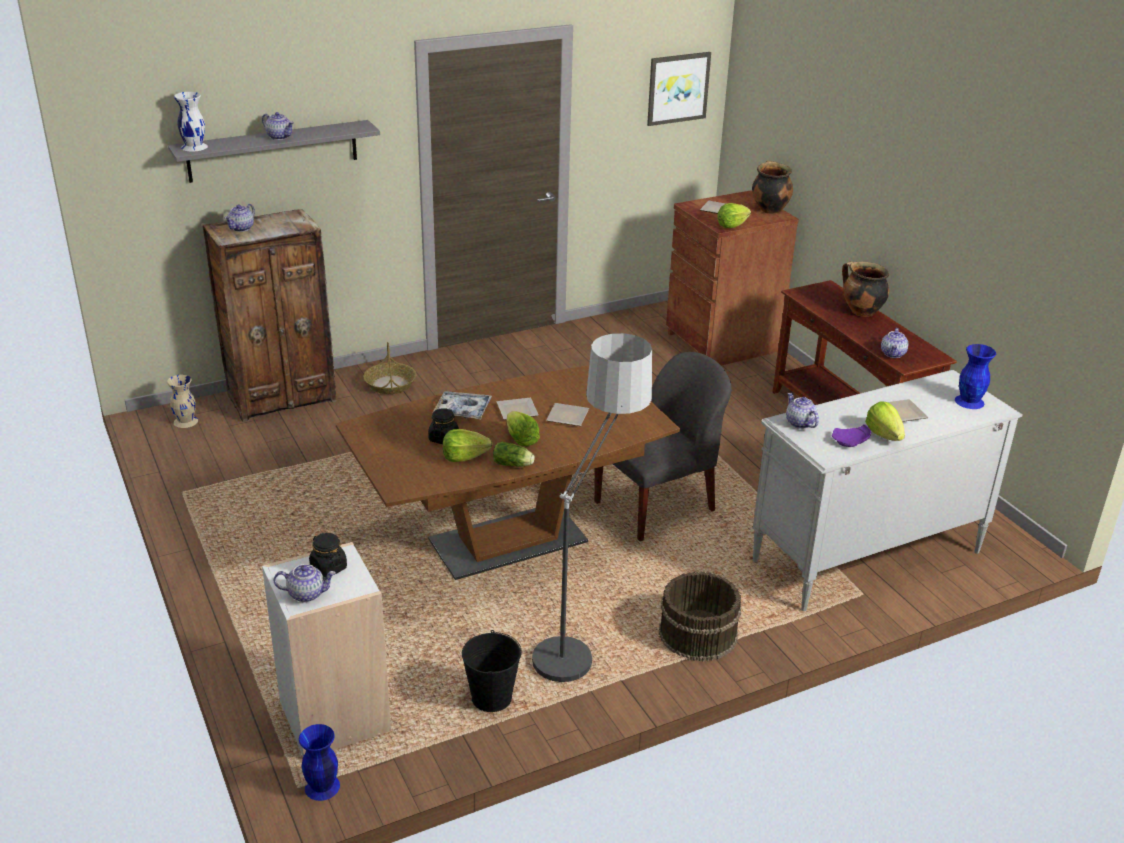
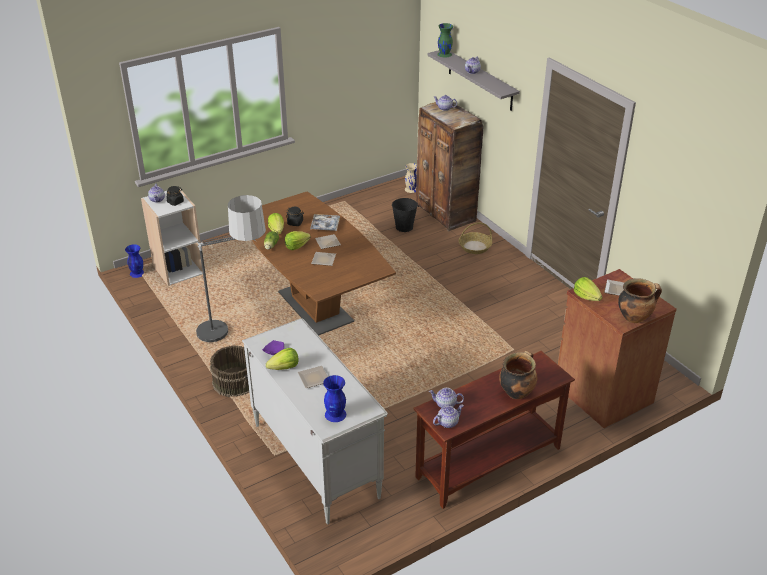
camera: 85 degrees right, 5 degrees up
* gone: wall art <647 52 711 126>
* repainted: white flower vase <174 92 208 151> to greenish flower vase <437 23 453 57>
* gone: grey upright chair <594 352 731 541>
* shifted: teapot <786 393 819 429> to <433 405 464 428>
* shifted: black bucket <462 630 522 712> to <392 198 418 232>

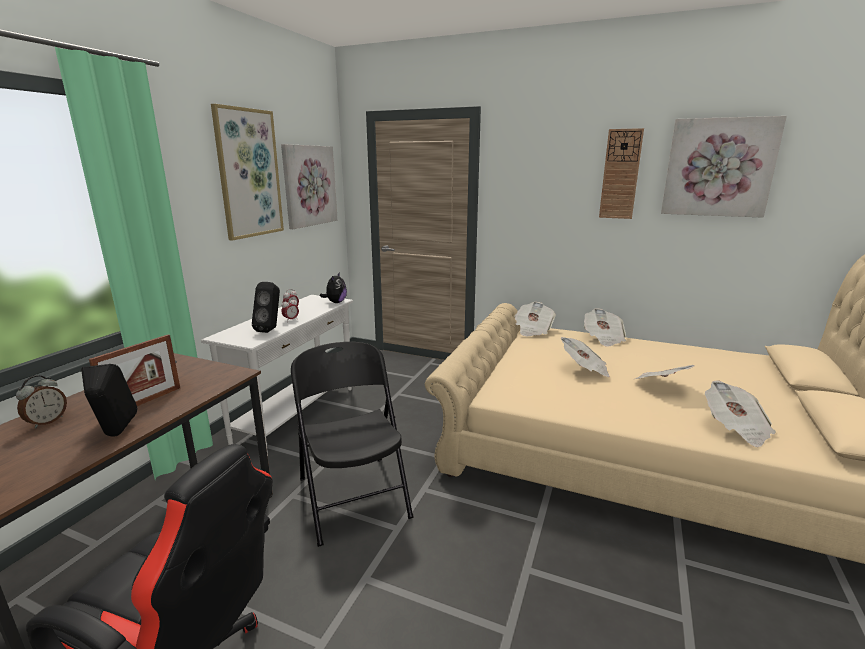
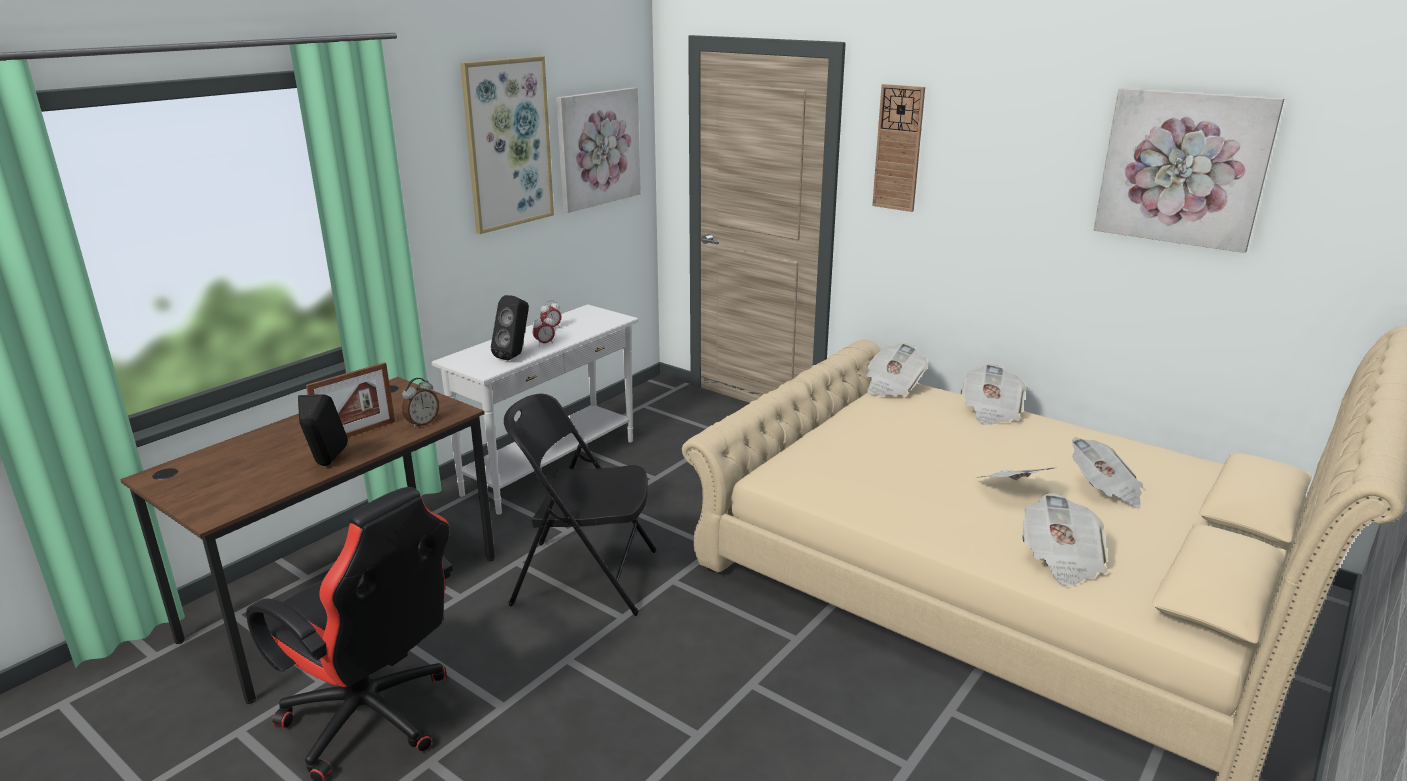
camera: 15 degrees right, 5 degrees up
* shifted: wall clock <599 128 644 219> to <872 84 925 212>
* gone: plush toy <320 272 347 303>
* shifted: printed paper <561 337 610 377> to <1072 437 1143 508>
* rotated: black upright chair <291 342 414 547> = <504 394 656 616> 75 degrees counterclockwise
* shifted: alarm clock <16 375 67 428> to <402 378 439 428>

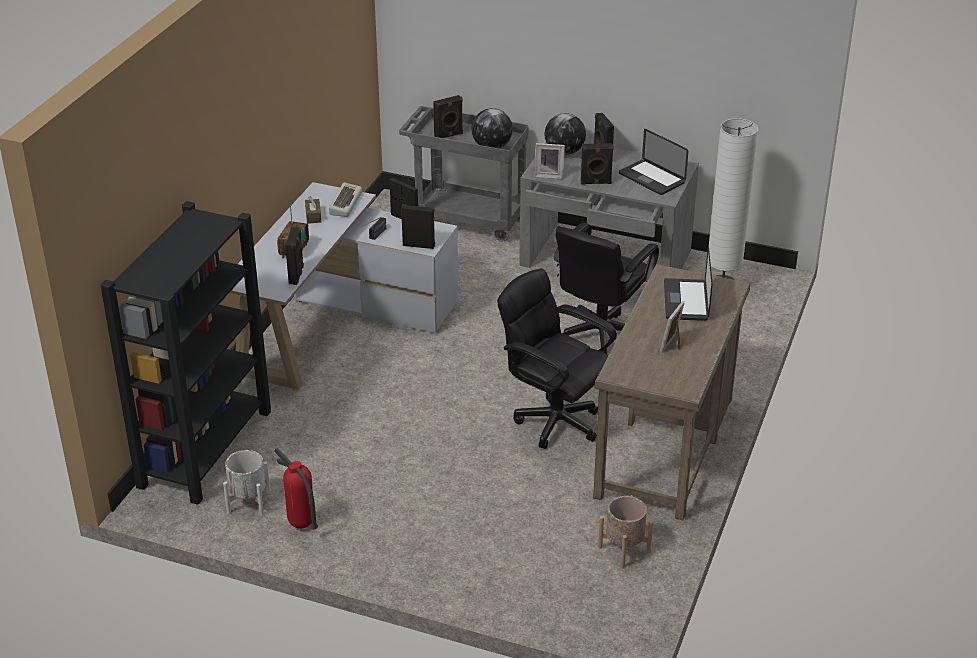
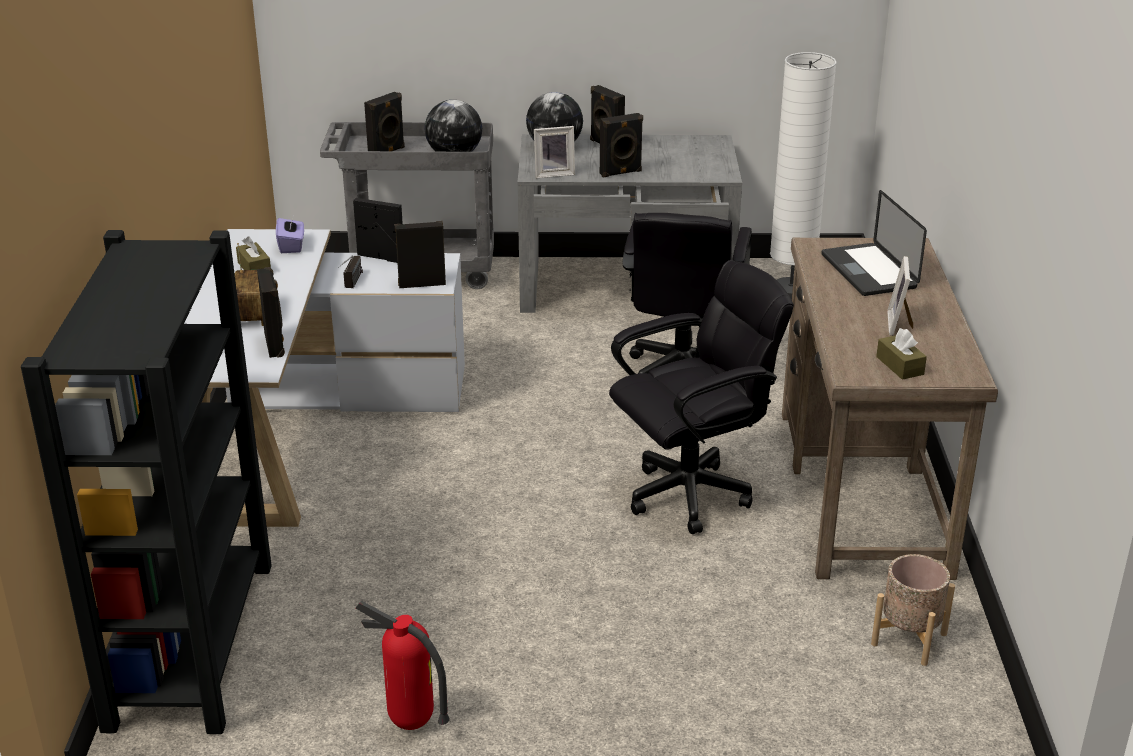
camera: 20 degrees left, 5 degrees down
* gone: laptop <619 129 688 195>
* swapped: computer keyboard <329 182 362 217> to purple box of tissues <276 214 304 253>
* rotated: black office chair <497 268 617 449> = <609 260 794 534> 135 degrees clockwise
* gone: white flower pot <223 450 271 516>
* new: brown box of tissues <876 328 927 380>

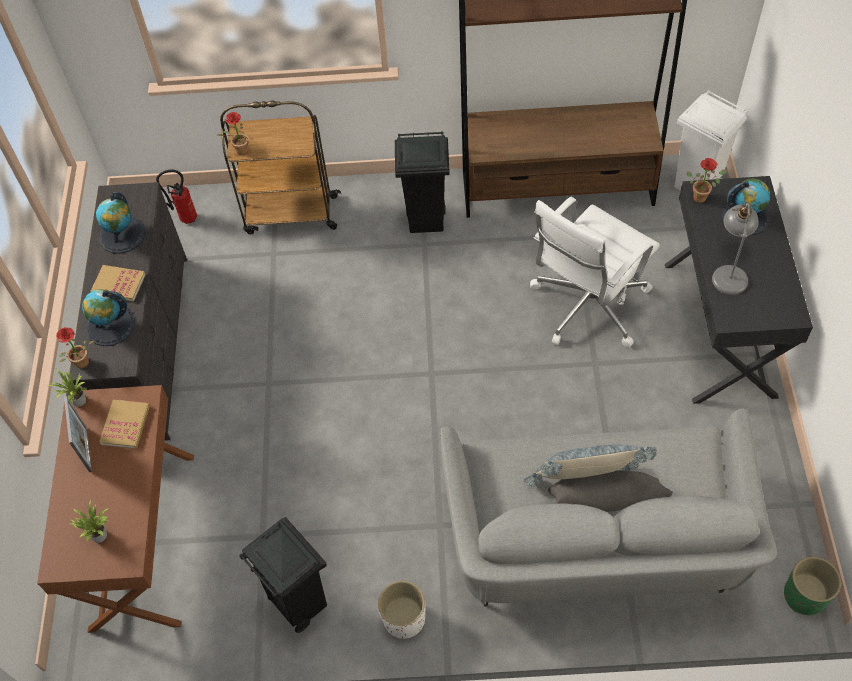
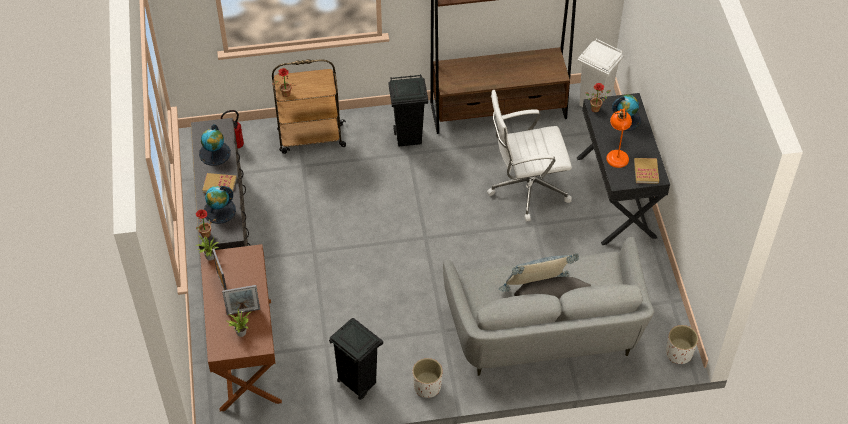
camera: 10 degrees left, 5 degrees down
* rotated: white office chair <530 197 660 348> = <487 90 572 222> 45 degrees clockwise
* repainted: grey table lamp <712 203 759 295> to orange-coloured table lamp <606 109 632 168>
* shifted: book <99 400 150 449> to <634 158 659 184>
* repainted: greenish flower pot <784 557 841 615> to white flower pot <666 325 698 364>
* new: picture frame <222 285 260 315>

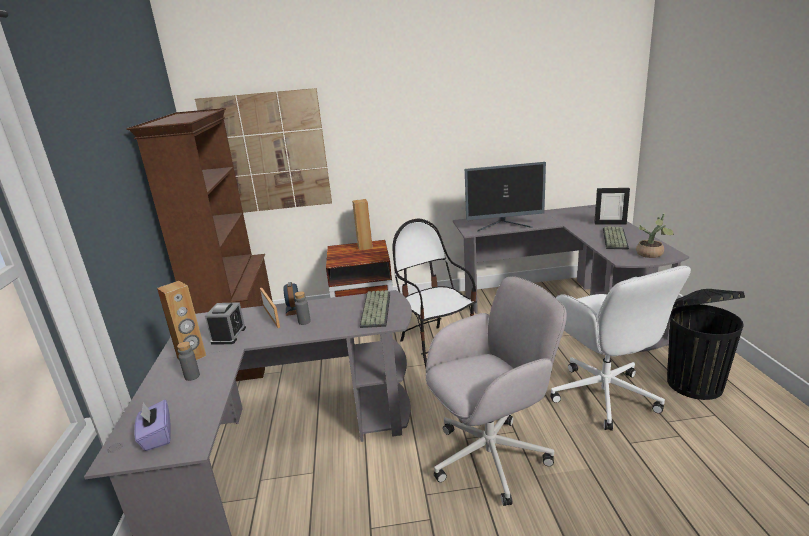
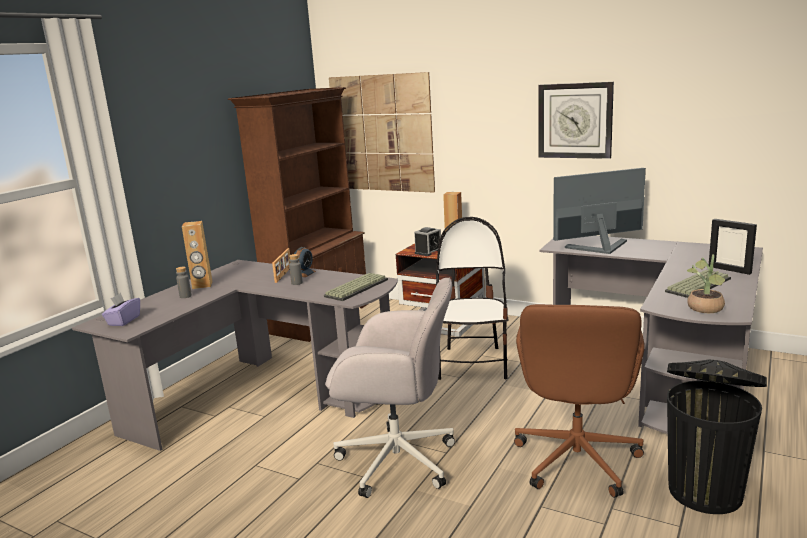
camera: 35 degrees right, 5 degrees down
* rotated: monitor <465 162 546 232> = <553 168 646 254> 135 degrees clockwise
* repainted: white office chair <550 266 691 431> to brown office chair <514 304 645 498>
* shifted: alarm clock <205 302 246 345> to <414 227 441 256>
* new: wall clock <538 82 614 159>

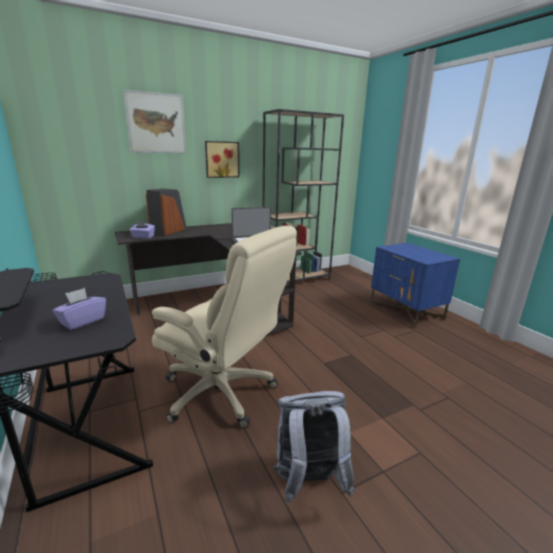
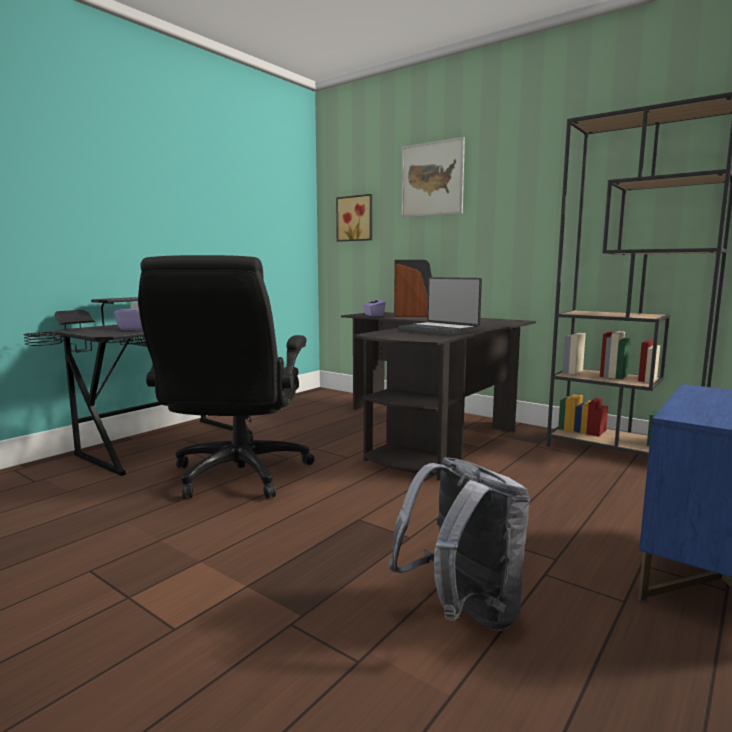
camera: 65 degrees right, 10 degrees down
* shifted: wall art <205 141 239 178> to <336 194 372 242>
* repainted: beige office chair <152 226 297 428> to black office chair <138 255 315 499>
* shifted: grey rucksack <273 391 355 503> to <388 457 530 631>

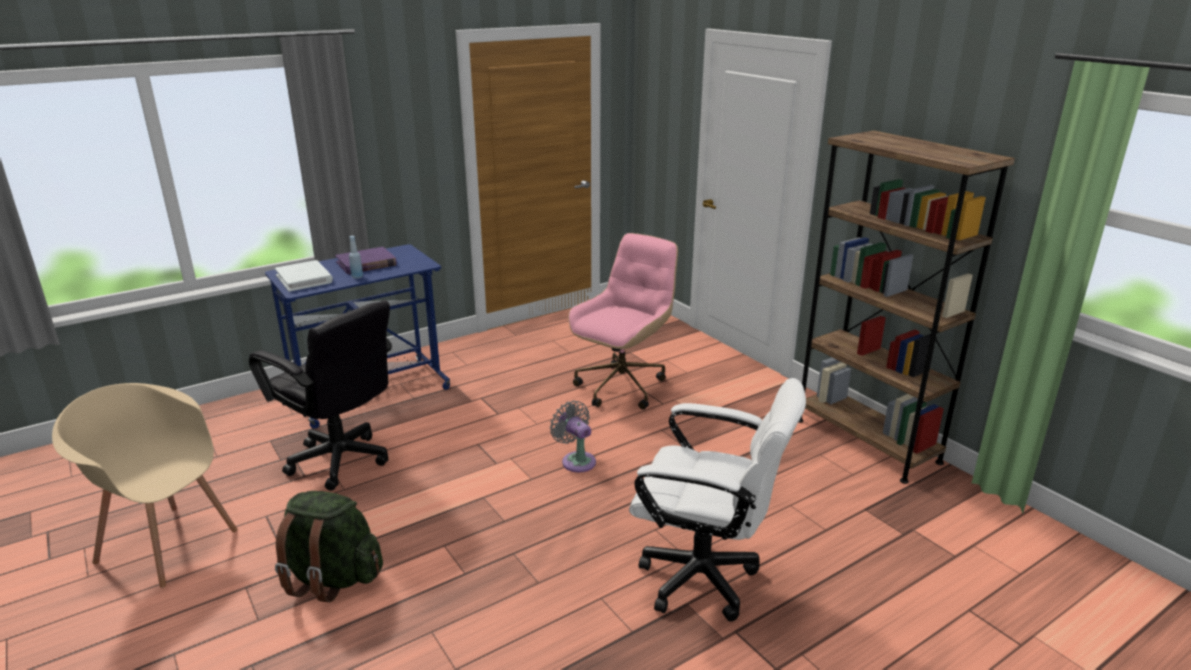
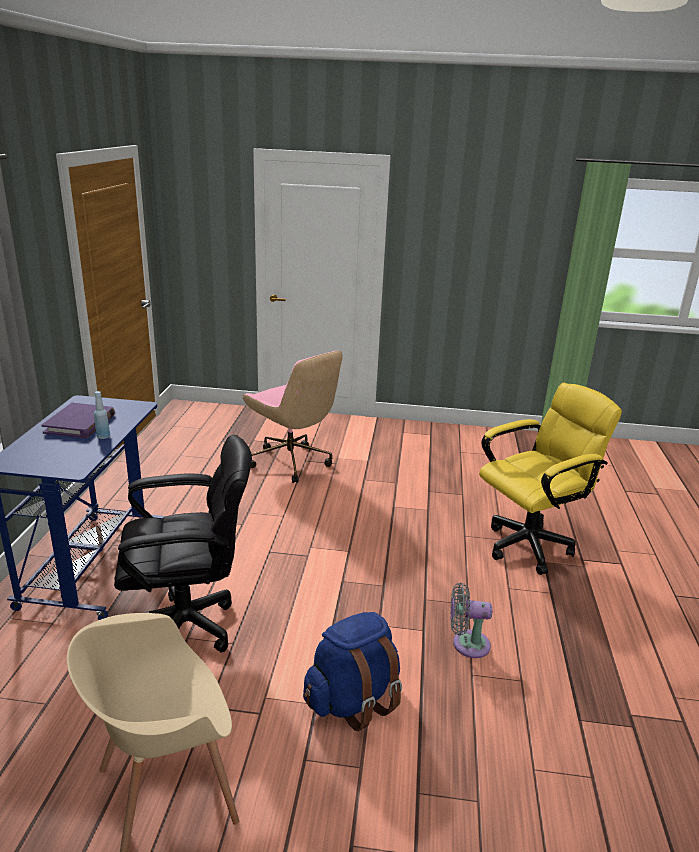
camera: 50 degrees left, 0 degrees up
* gone: brown bookshelf <799 131 1015 484>
* rotated: pink-coloured office chair <568 233 678 409> = <243 351 343 483> 150 degrees clockwise
* gone: white book <275 260 333 292>
* repainted: white office chair <629 378 806 622> to yellow-coloured office chair <479 383 622 575>
* shifted: grey fan <550 401 596 472> to <450 583 492 658>
* repainted: greenish rucksack <275 491 383 602> to bluish rucksack <303 612 402 731>

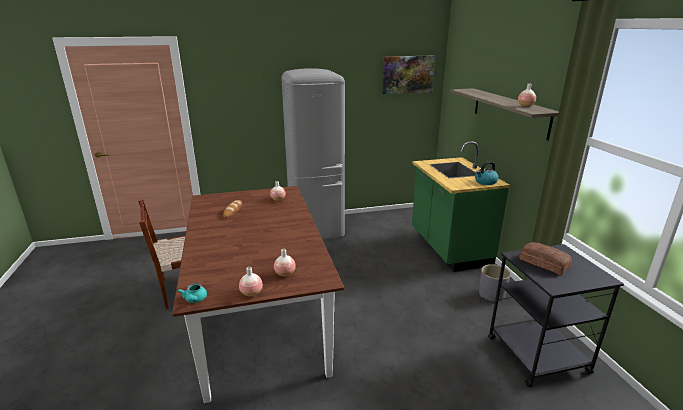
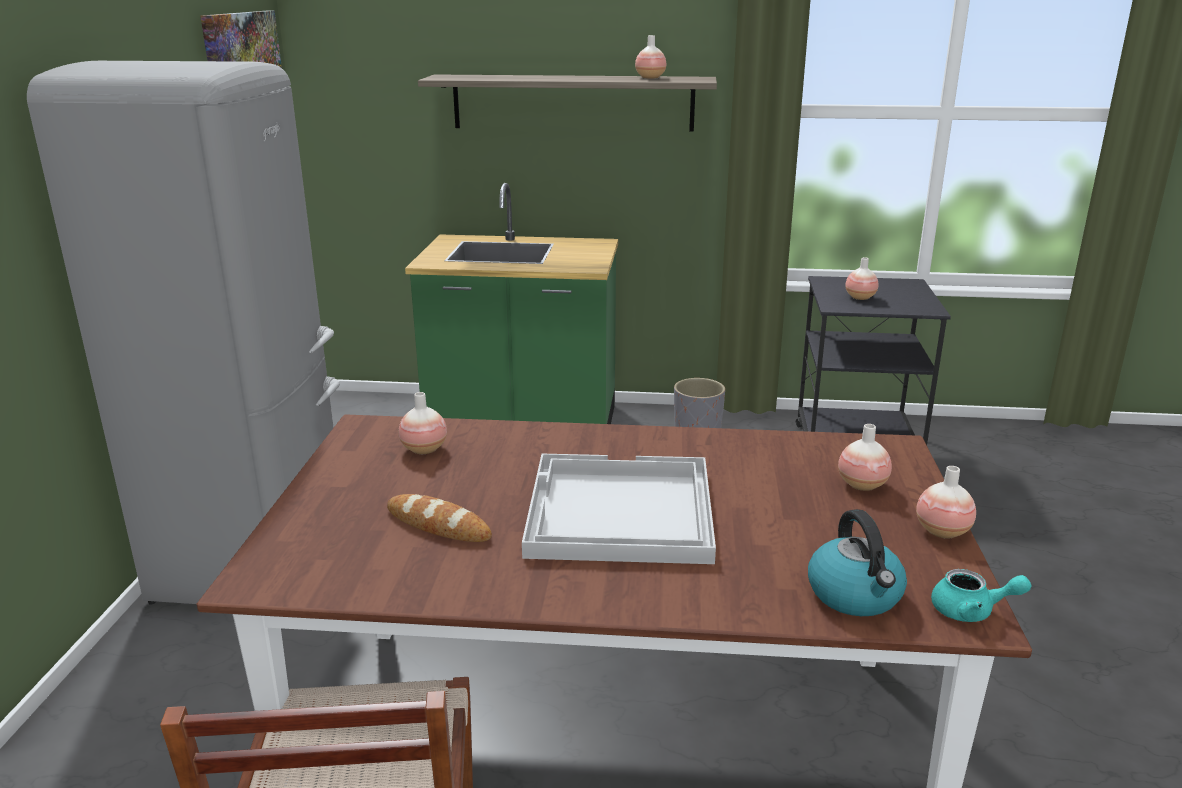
camera: 70 degrees left, 0 degrees up
* shifted: water kettle <475 161 499 185> to <808 509 907 616>
* swapped: bread <519 242 572 275> to flower vase <845 257 879 300>
* new: white serving tray <522 454 716 564>

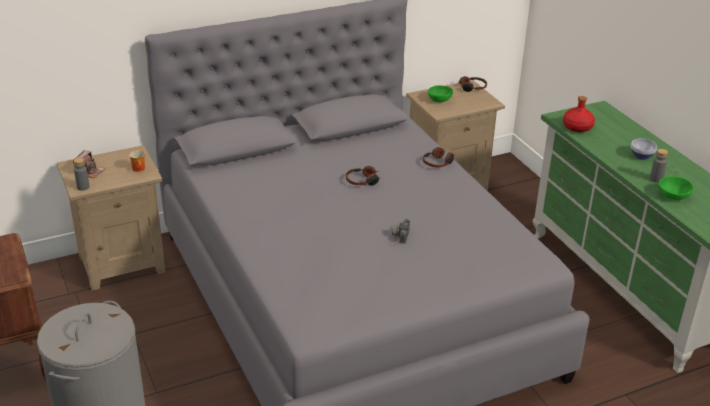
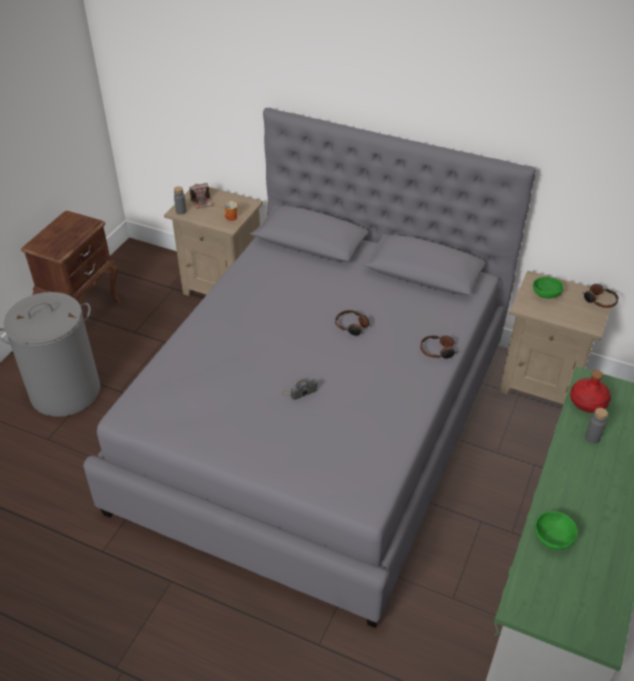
camera: 50 degrees right, 10 degrees up
* gone: bowl <631 138 657 160>
* shifted: grey beverage bottle <650 149 668 183> to <585 408 608 444>

